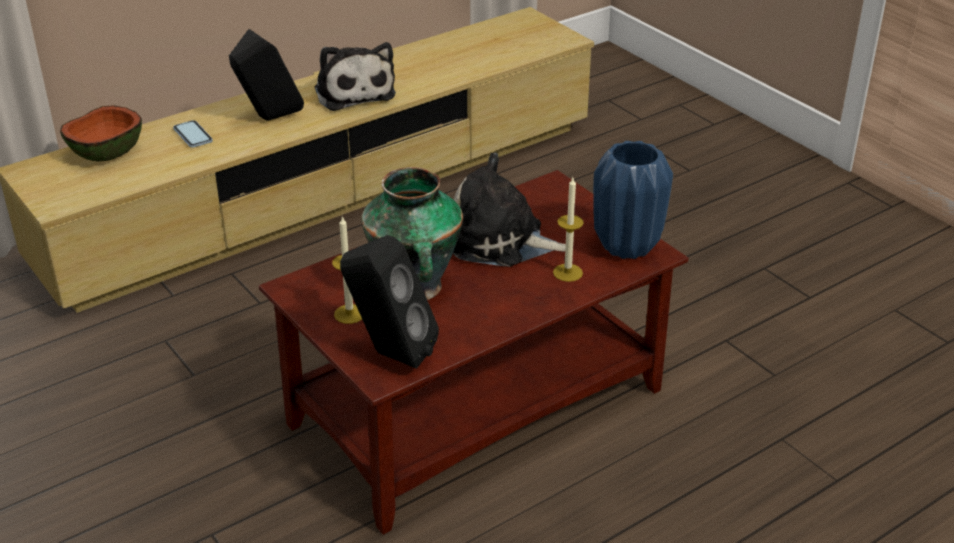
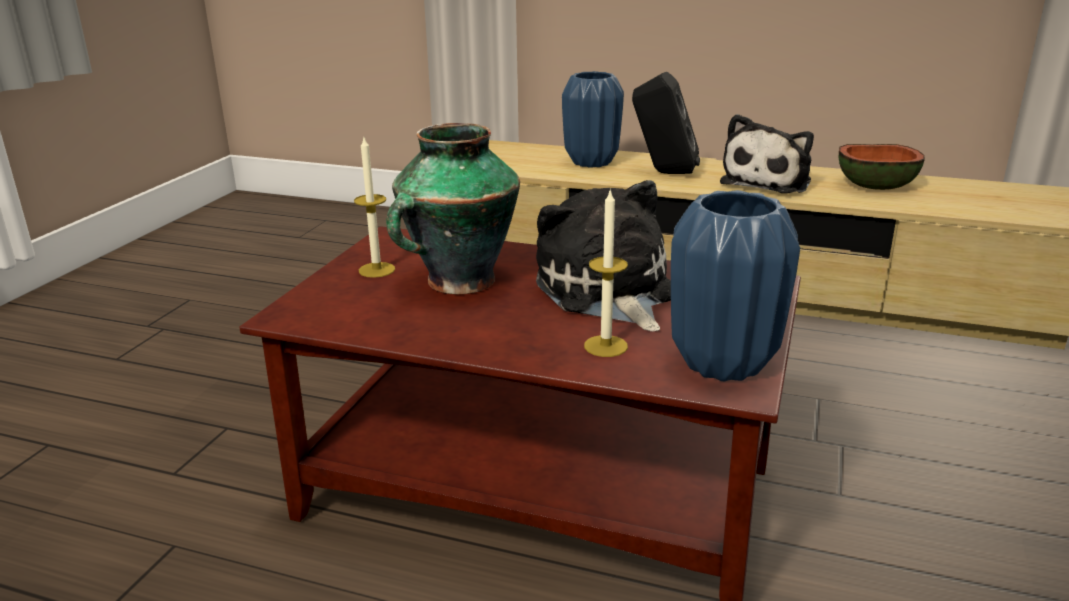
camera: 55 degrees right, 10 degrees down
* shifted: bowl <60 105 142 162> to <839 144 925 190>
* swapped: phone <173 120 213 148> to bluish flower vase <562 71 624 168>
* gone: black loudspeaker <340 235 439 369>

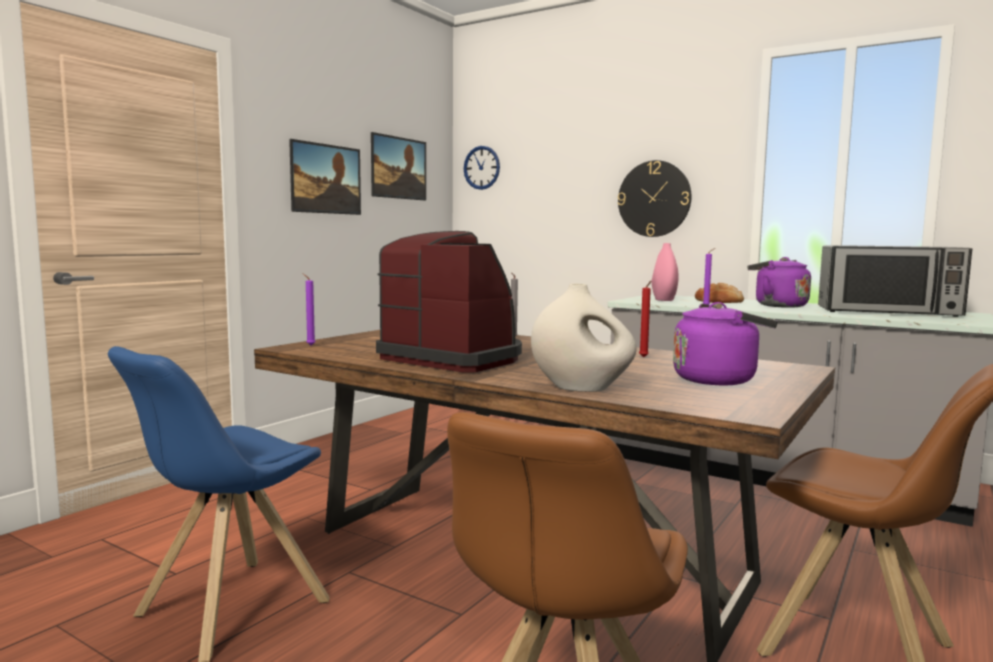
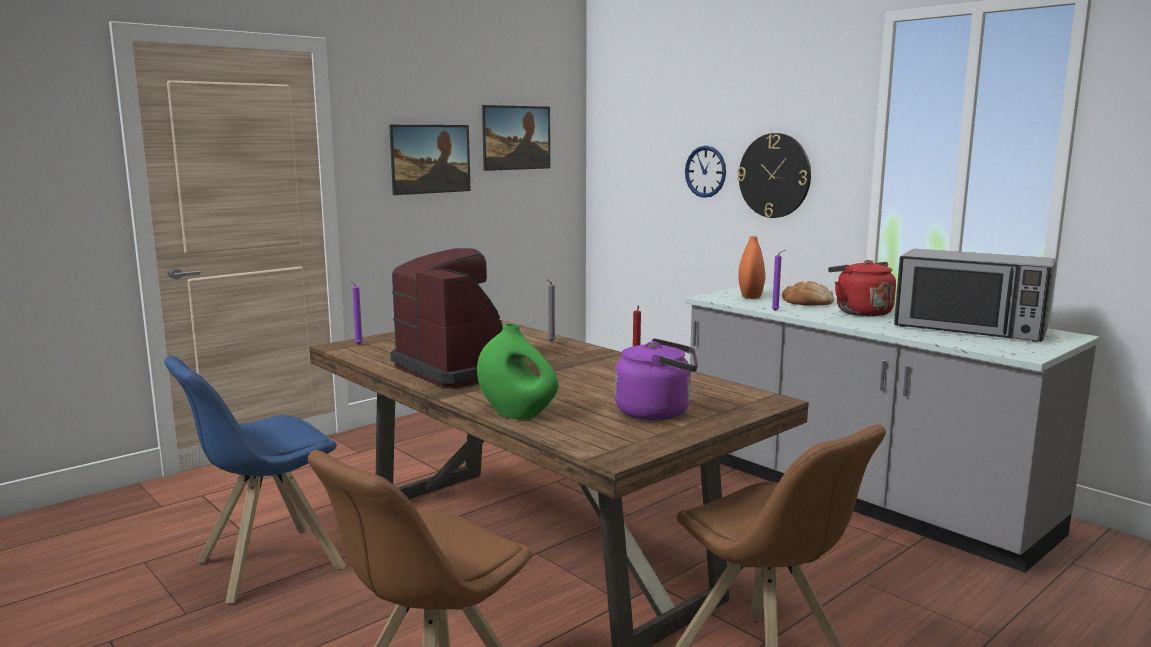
camera: 15 degrees right, 5 degrees up
* shifted: wall clock <464 146 500 190> to <685 146 726 198>
* repainted: pink-coloured flower vase <651 243 679 301> to orange-coloured flower vase <738 236 765 299>
* repainted: purple water kettle <747 257 811 308> to red water kettle <828 260 896 317>
* repainted: white flower vase <531 283 636 392> to greenish flower vase <477 323 559 420>

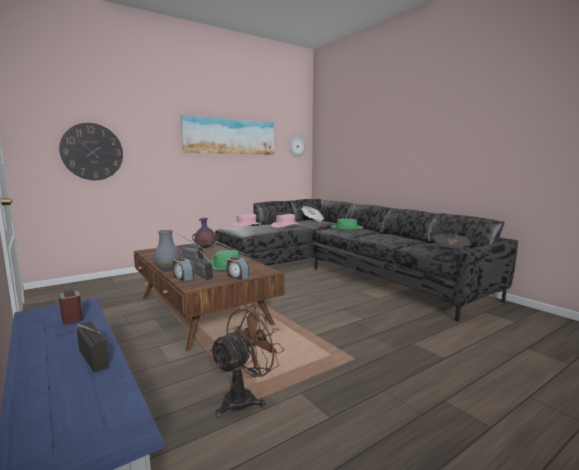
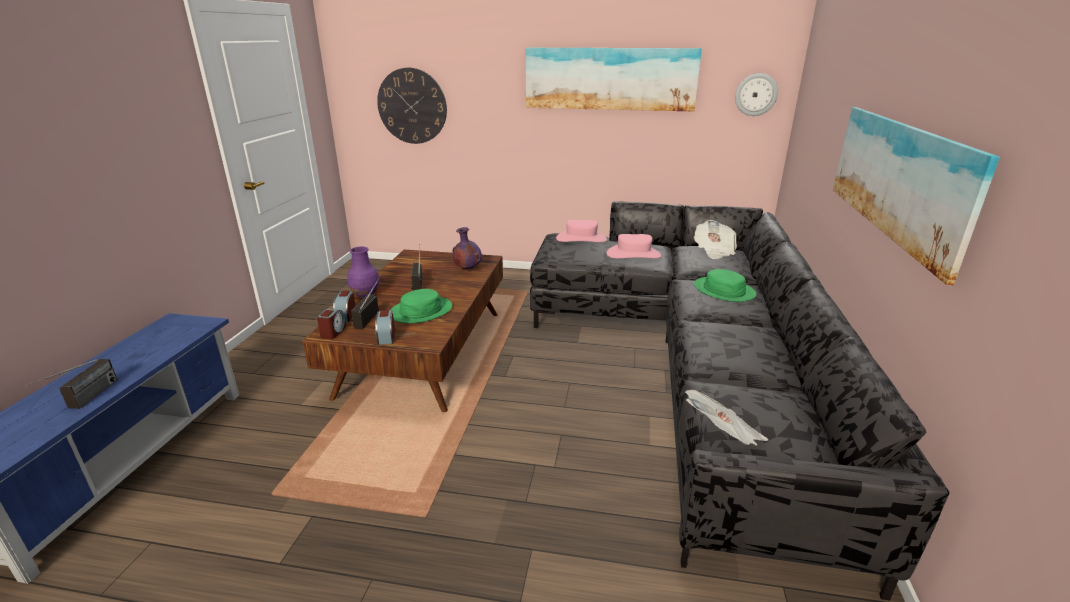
camera: 45 degrees right, 15 degrees up
* repainted: grey flower vase <154 230 180 271> to purple flower vase <347 247 380 298>
* shifted: alarm clock <59 291 83 324> to <317 309 346 339>
* gone: brown fan <209 305 284 418>
* new: wall art <833 107 1000 285>

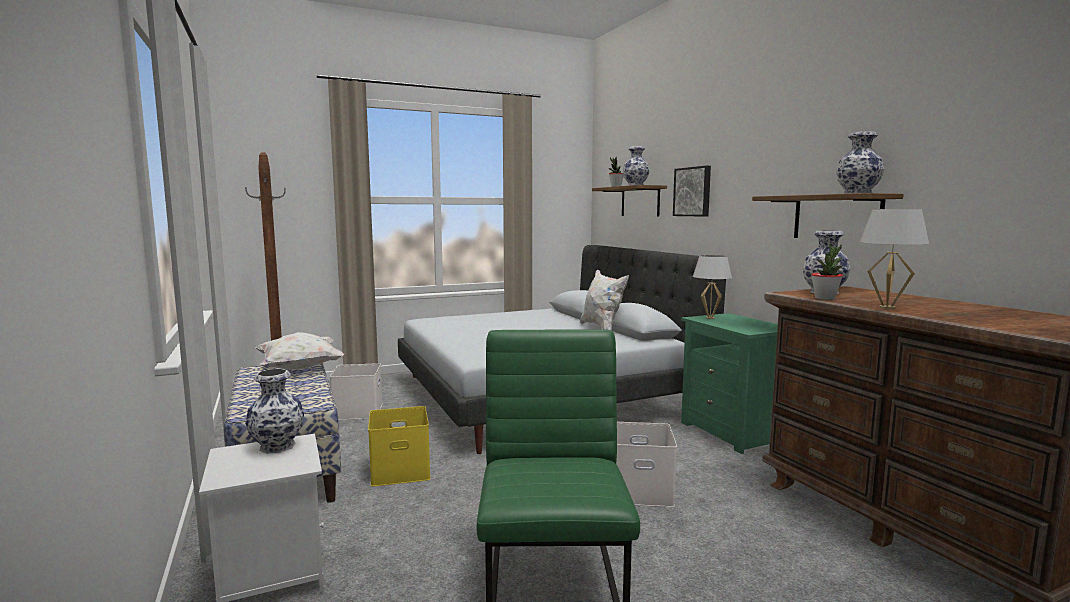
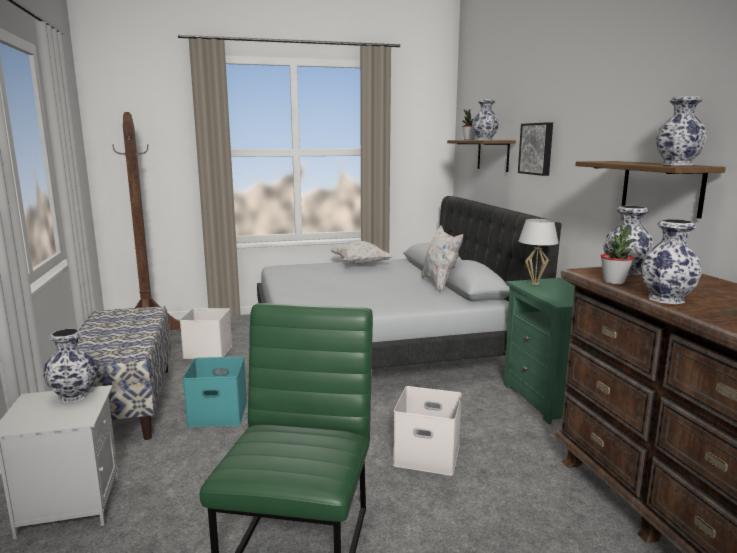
camera: 10 degrees right, 5 degrees up
* swapped: white table lamp <860 209 929 309> to flower vase <641 219 702 304>
* shifted: white pillow <255 332 344 370> to <330 241 393 266>
* repainted: yellow-coloured storage bin <368 406 431 487> to blue-green storage bin <183 356 247 428>

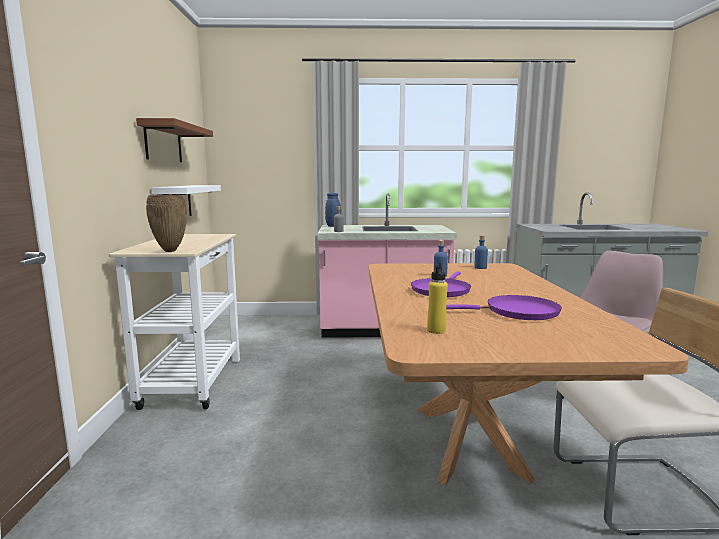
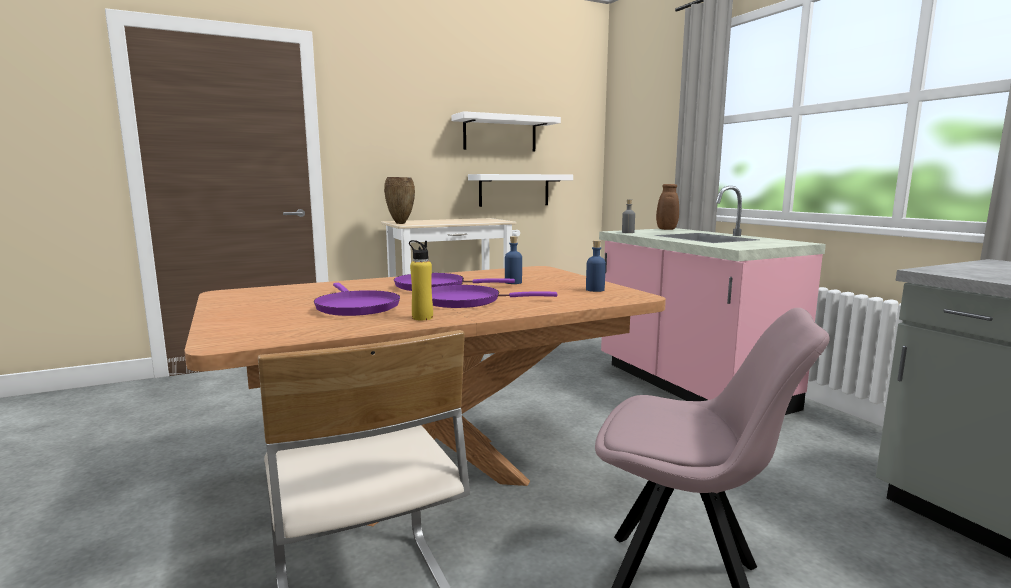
camera: 65 degrees right, 0 degrees up
* repainted: brown wall shelf <136 118 213 162> to white wall shelf <451 111 561 152>
* repainted: bluish flower vase <325 193 341 227> to brown flower vase <656 184 679 230>
* shifted: yellow-coloured beverage bottle <427 263 448 334> to <409 240 433 320>
* new: purple frying pan <432 285 557 308>

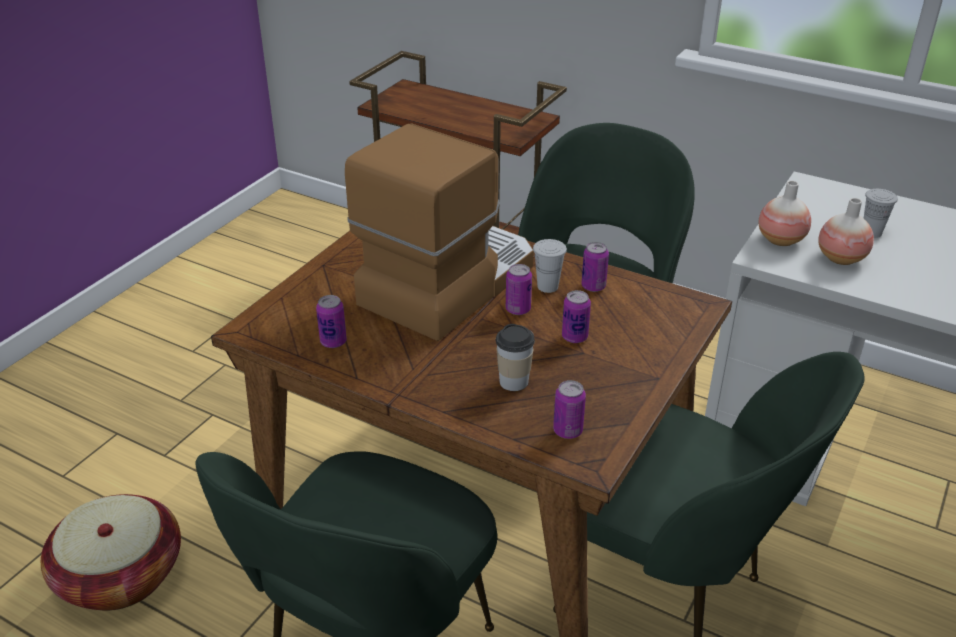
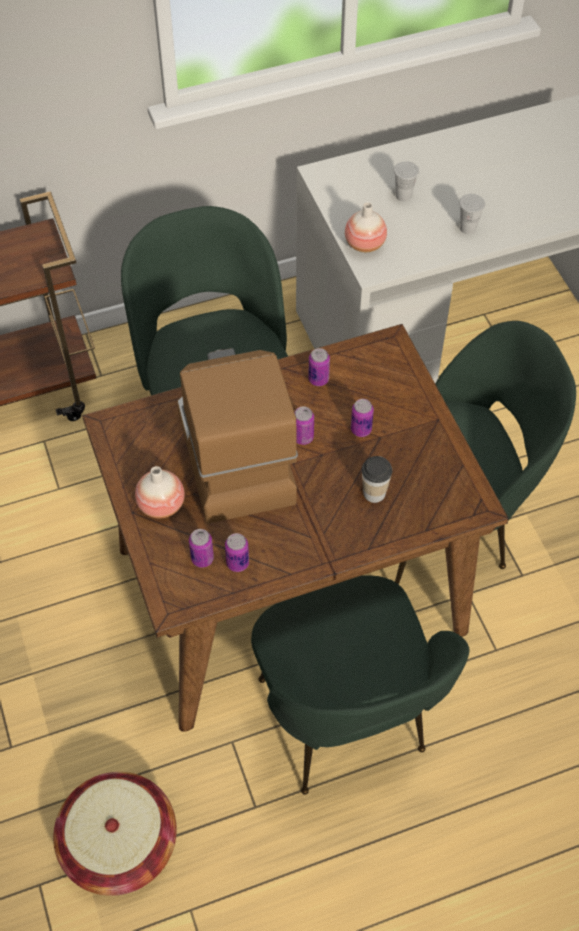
camera: 50 degrees left, 20 degrees up
* shifted: flower vase <818 198 874 265> to <135 466 185 518>
* shifted: white cup <533 239 567 293> to <459 194 485 234>
* shifted: can <553 380 586 439> to <189 529 214 568>

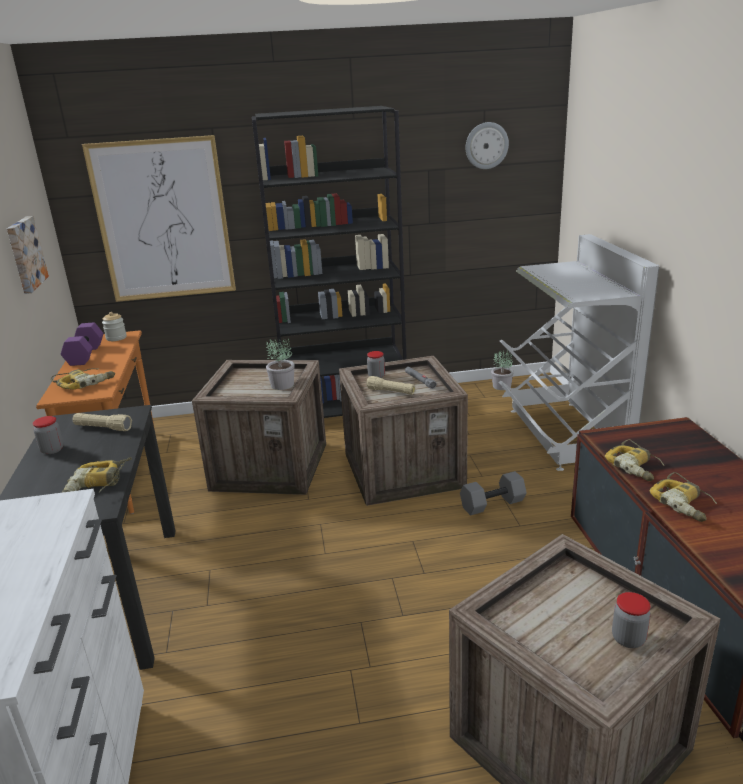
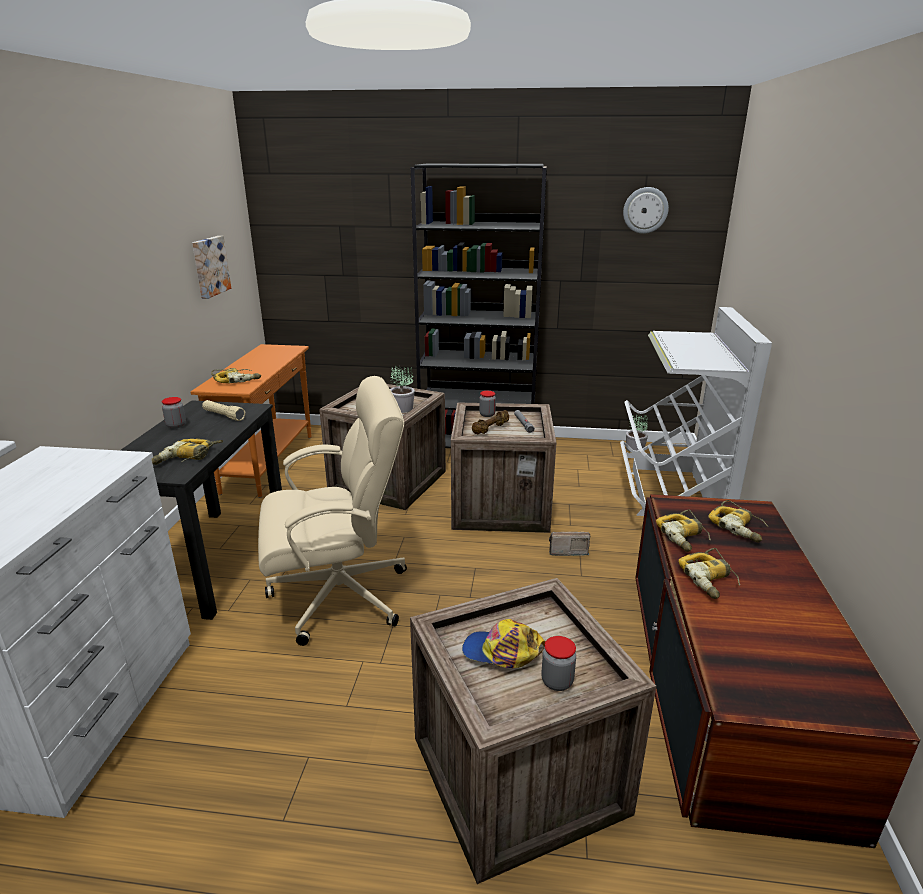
camera: 15 degrees right, 0 degrees up
* gone: wall art <82 135 236 302>
* gone: storage jar <102 312 127 341>
* gone: purple dumbbell <61 322 104 366>
* swapped: beige torch <366 376 415 395> to brown dumbbell <472 410 509 434>
* swapped: grey dumbbell <460 471 527 516> to radio <549 532 590 556>
* new: beige office chair <258 376 407 646>
* new: electric drill <708 500 768 542>
* new: baseball cap <462 619 545 668>

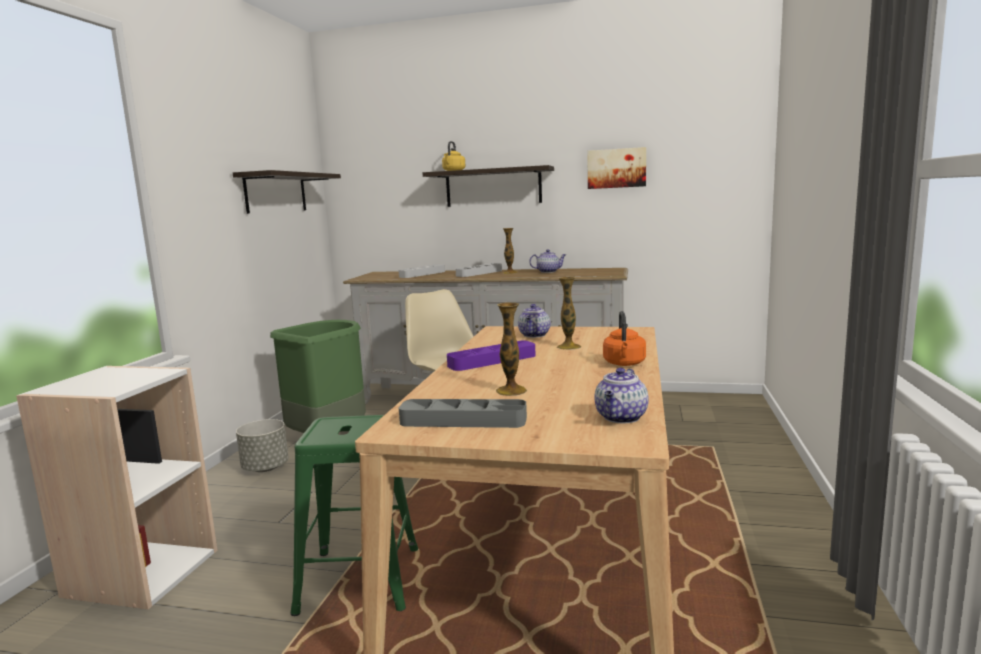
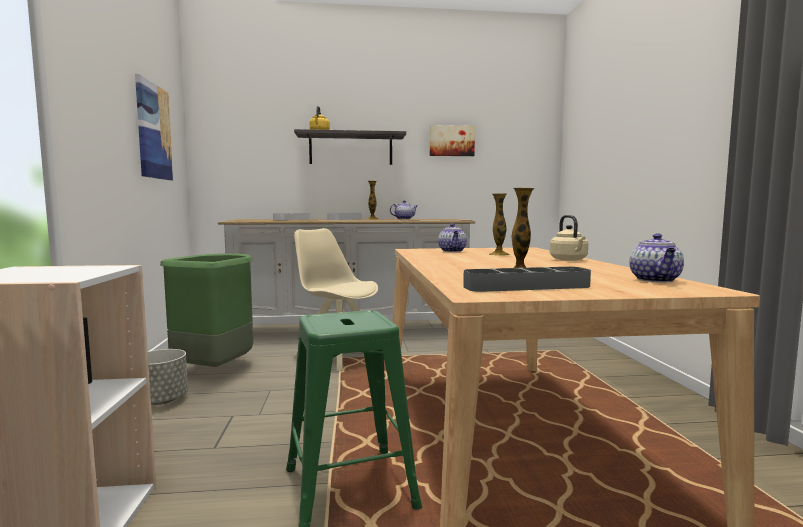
camera: 20 degrees left, 5 degrees down
* swapped: wall shelf <233 170 341 214> to wall art <135 74 173 180>
* repainted: orange-coloured water kettle <603 311 646 366> to beige water kettle <550 215 588 261>
* gone: purple serving tray <447 341 536 371>

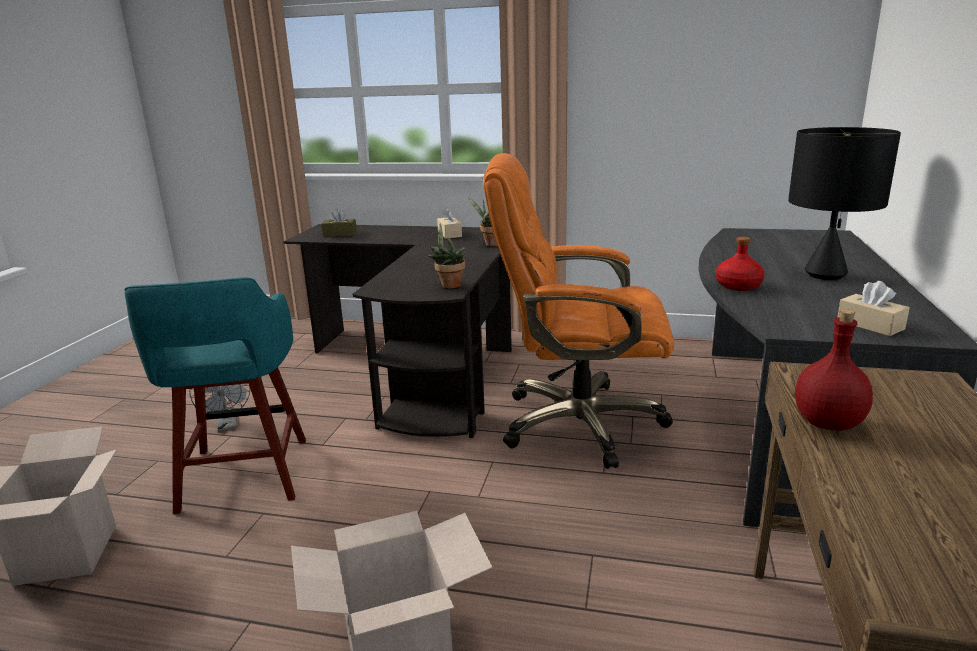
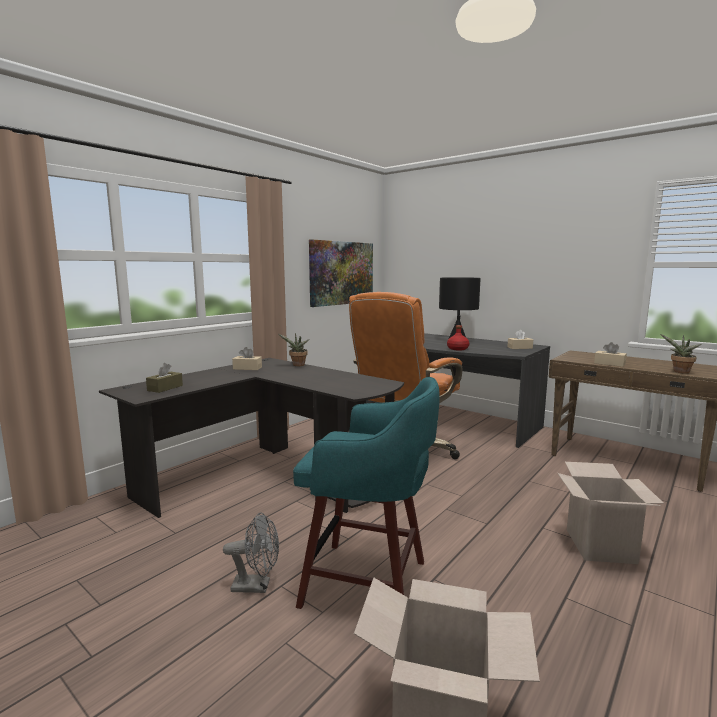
camera: 65 degrees left, 10 degrees down
* shifted: houseplant <427 223 465 288> to <660 334 702 374>
* swapped: red beverage bottle <795 309 873 430> to beige box of tissues <594 342 627 367>
* new: wall art <309 239 373 307>

